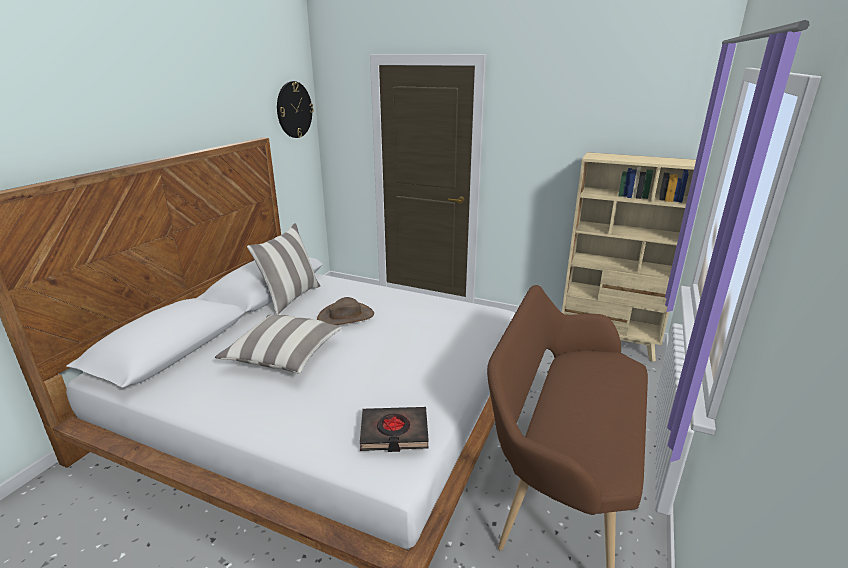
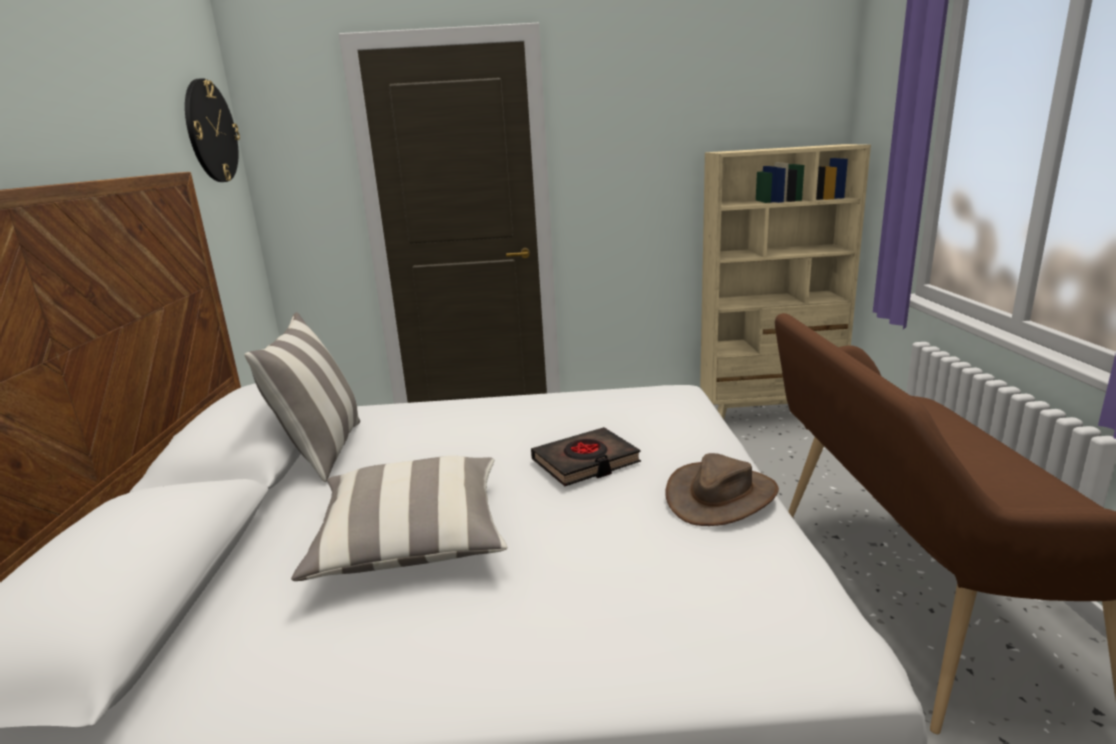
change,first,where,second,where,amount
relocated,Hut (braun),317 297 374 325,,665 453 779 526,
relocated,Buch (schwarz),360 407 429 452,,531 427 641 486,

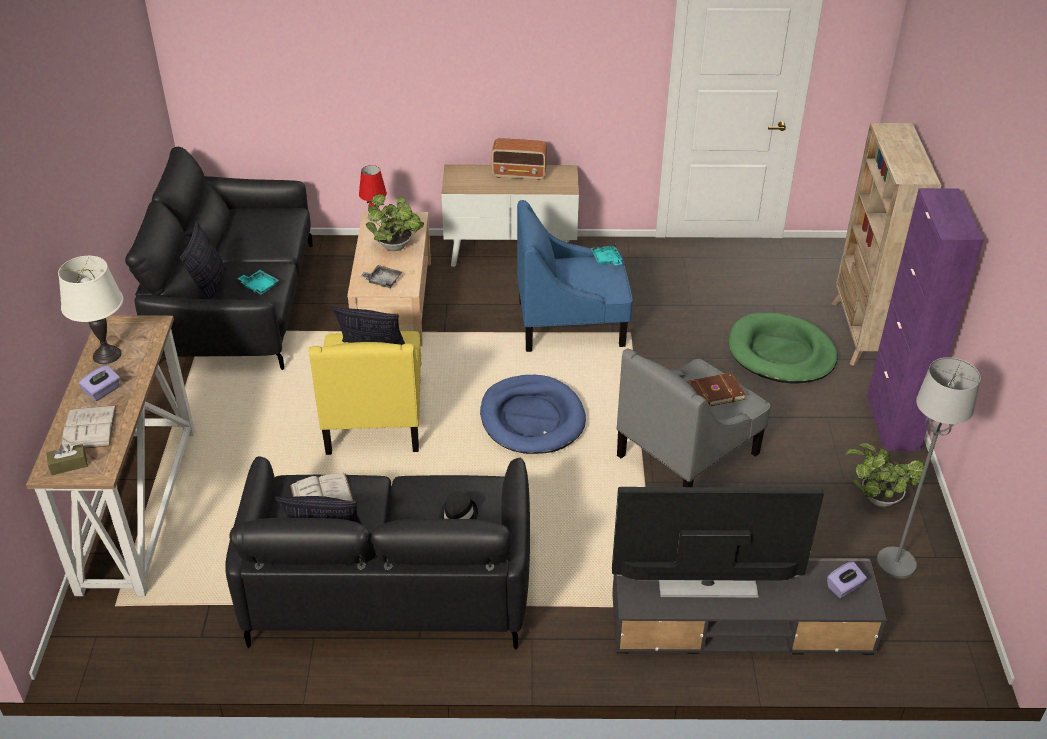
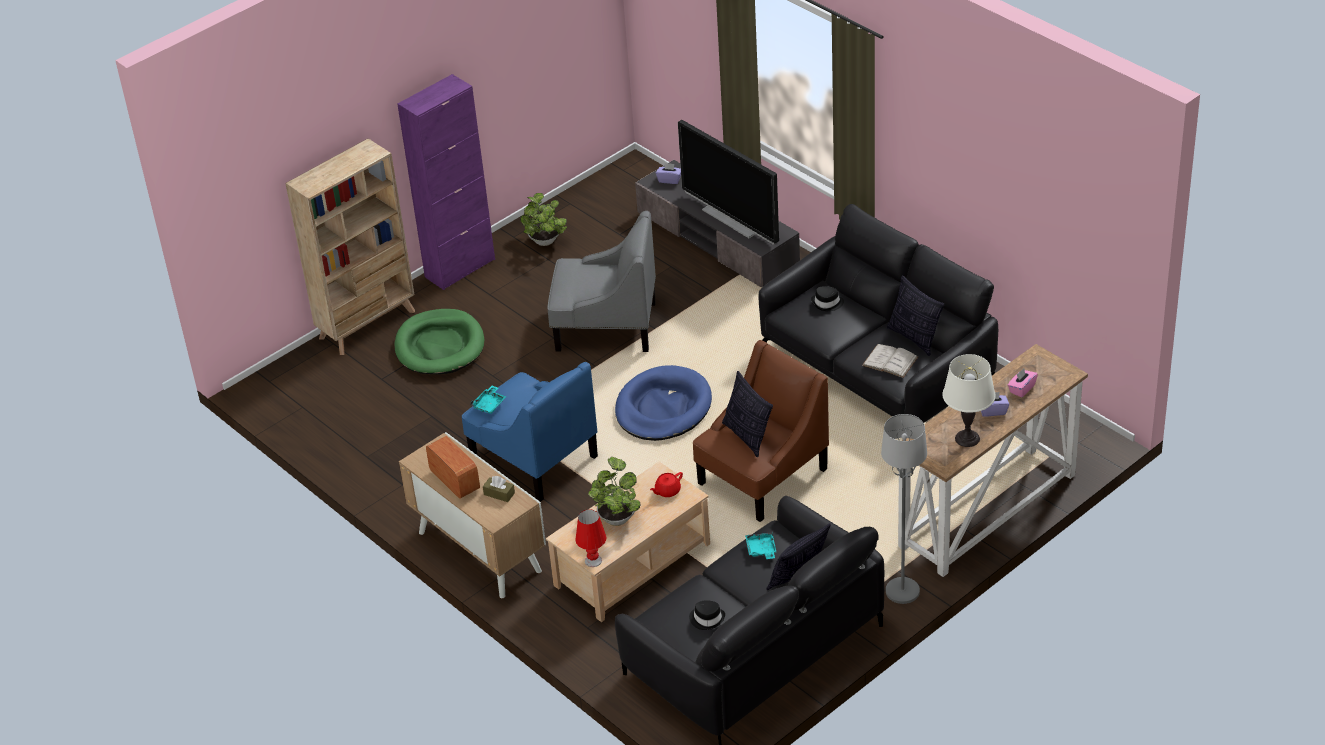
change,first,where,second,where,amount
exchanged,Tablett (grau),361 265 402 288,Teekanne (rot),650 472 683 497,
colour,Sessel (gelb),309 331 422 455,Sessel (braun),693 340 829 522,
relocated,Stehlampe (grau),876 357 981 579,,881 414 927 604,
missing,Buch (braun),686 372 746 406,,,
exchanged,Buch (weiß),62 405 117 449,Taschentuchbox (rosa),1008 368 1038 398,
relocated,Taschentuchbox (braun),46 444 88 475,,483 476 515 502,
appeared,,,Hut (schwarz),689 600 725 630,

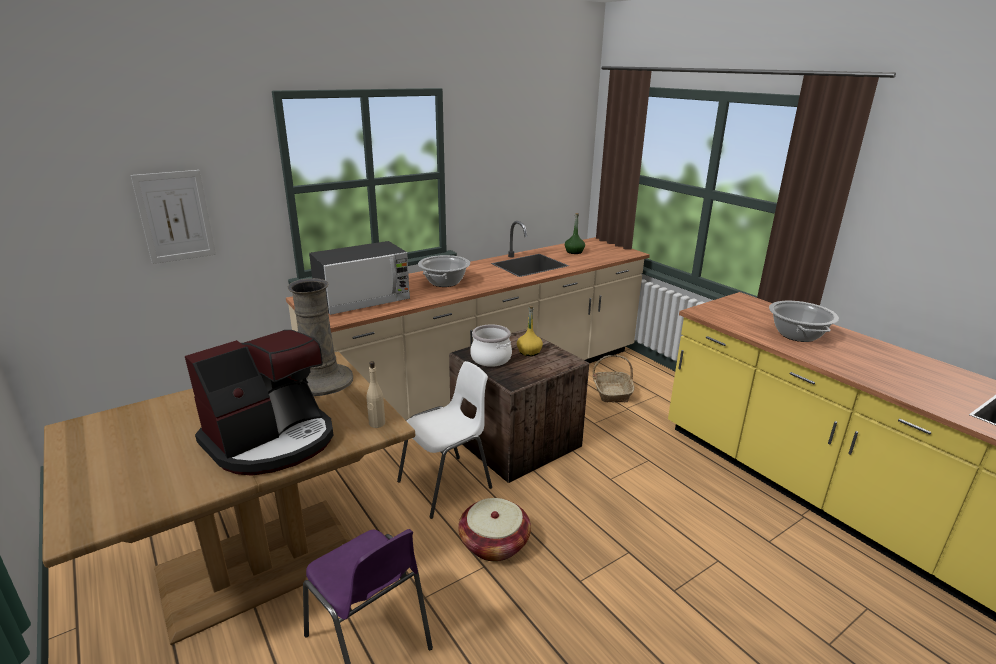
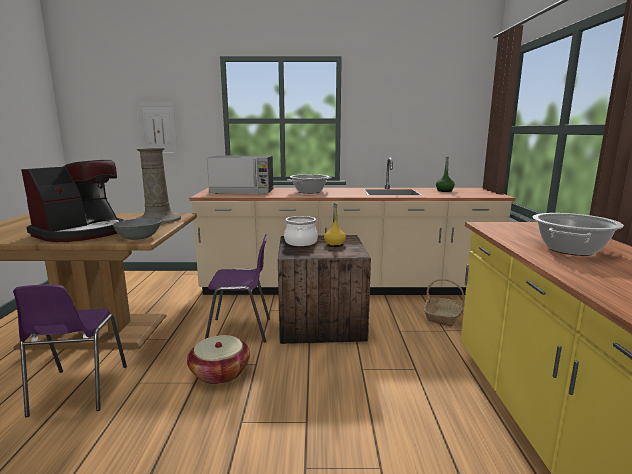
change,first,where,second,where,amount
spun,Kaffeemaschine,185 330 334 476,,21 160 124 242,45 degrees counterclockwise
exchanged,Flasche (beige),367 361 385 428,Schüssel (grau),113 218 161 240,
colour,Stuhl (weiß),397 361 492 519,Stuhl (lila),205 234 270 343,

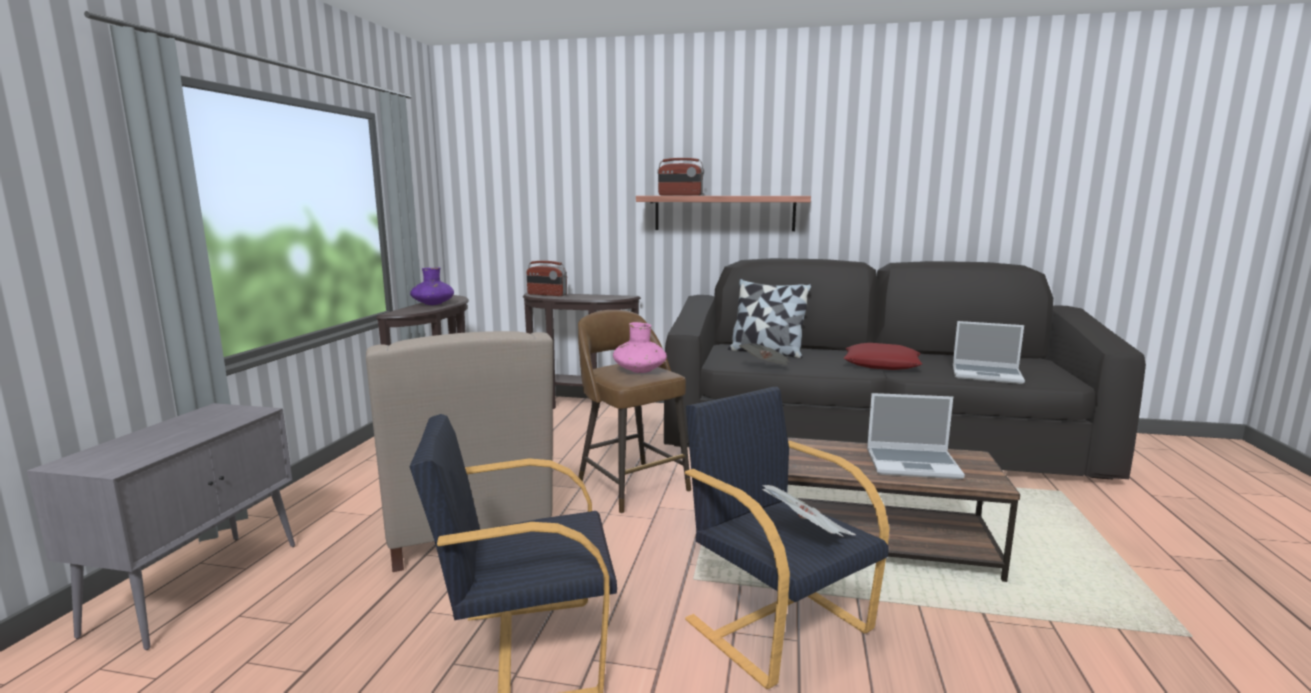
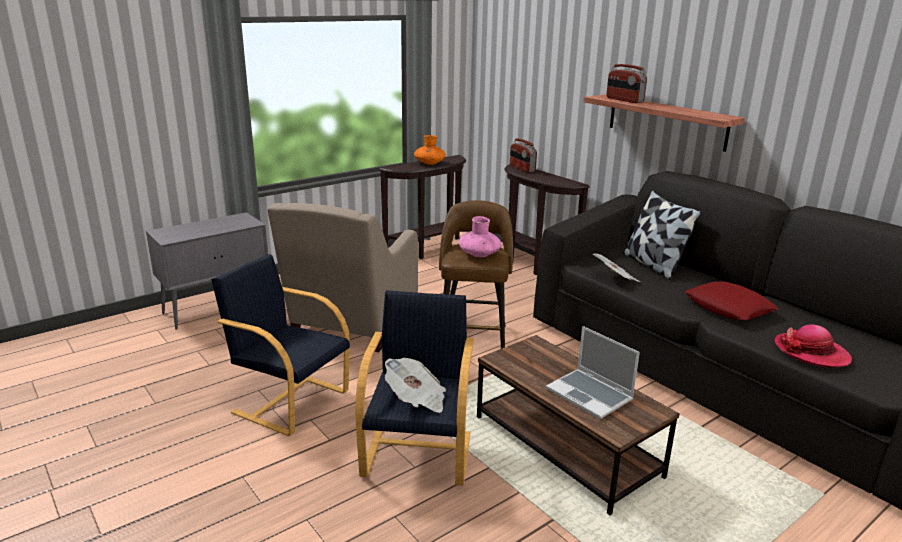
change,first,where,second,where,amount
colour,Vase (lila),410 268 454 305,Vase (orange),414 135 446 165,
exchanged,Laptop,953 321 1025 384,Hut,775 324 852 368,

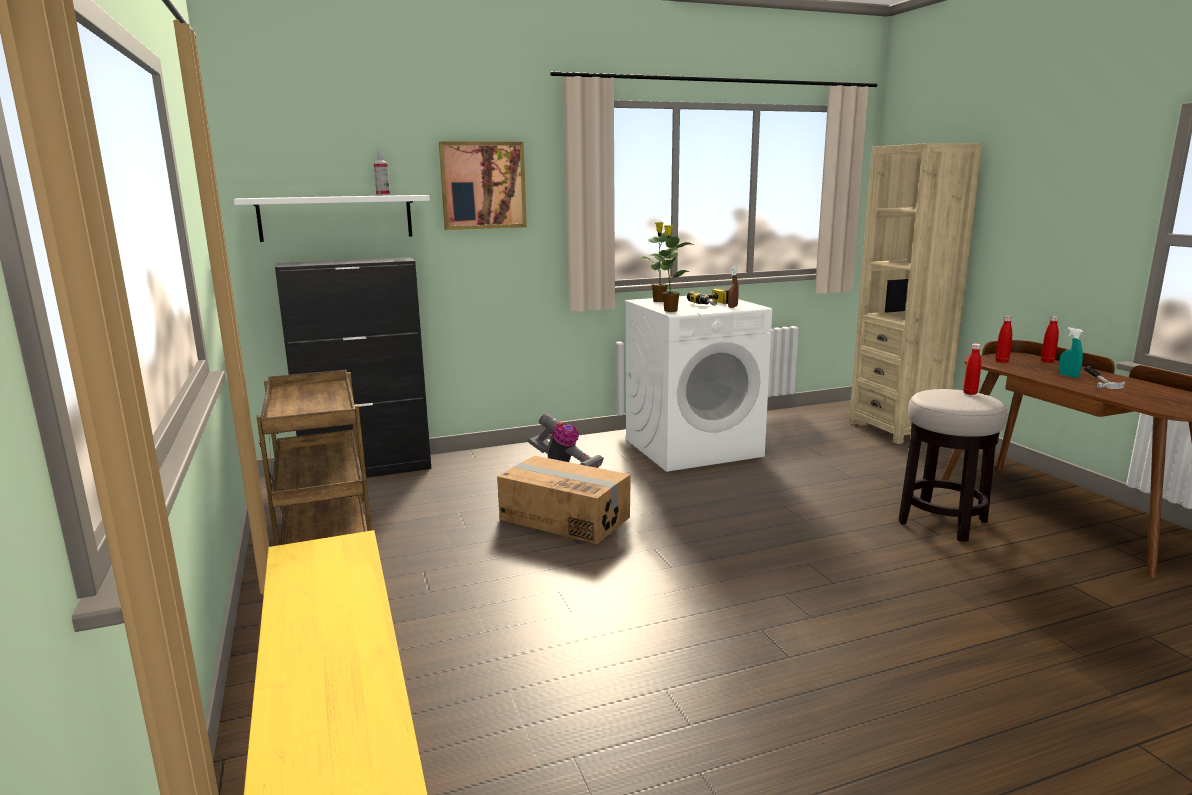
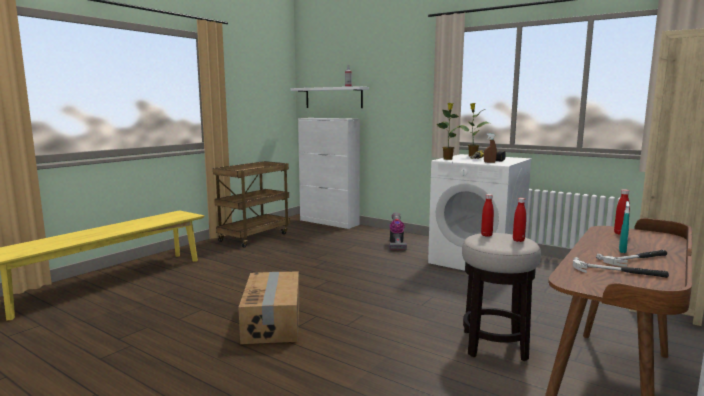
change,first,where,second,where,amount
missing,Bild,439 141 527 230,,,
colour,Schrank (schwarz),275 257 431 478,Schrank (weiß),298 118 360 229,
relocated,Flasche (rot),1041 316 1059 363,,481 194 494 237,
relocated,Karton,497 456 631 544,,238 272 299 344,
appeared,,,Hammer,573 257 669 278,

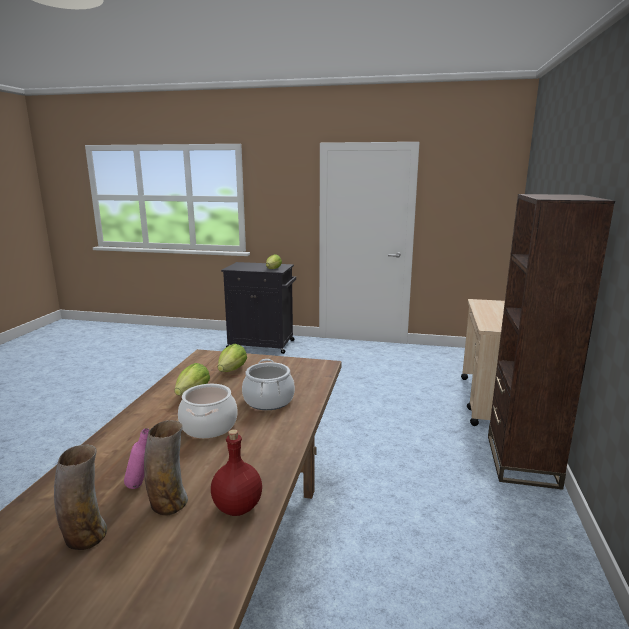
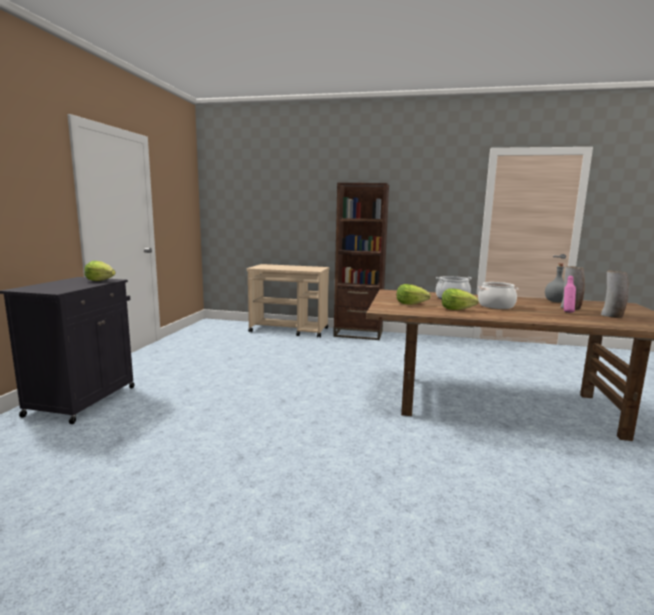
change,first,where,second,where,amount
colour,Flasche (rot),211 429 262 516,Flasche (grau),545 263 565 302,

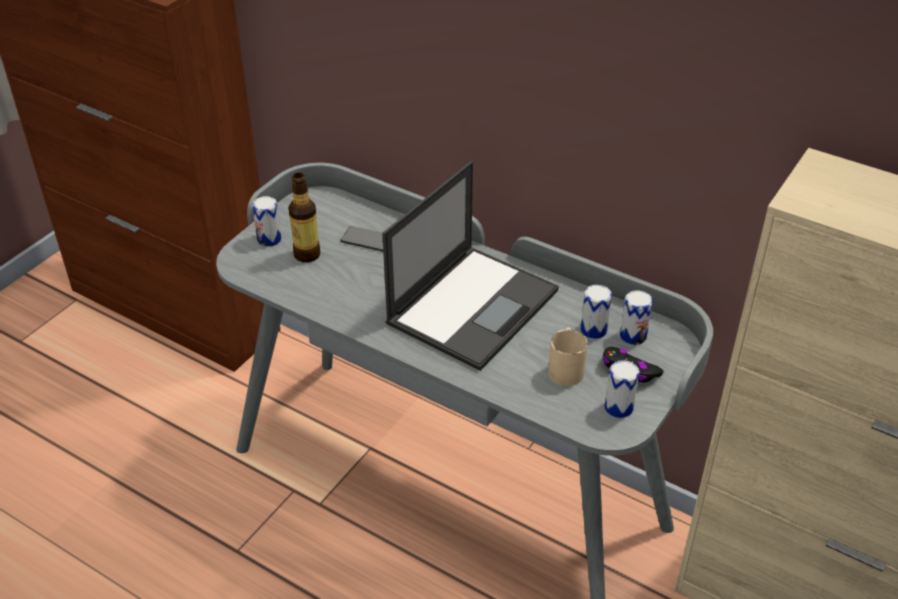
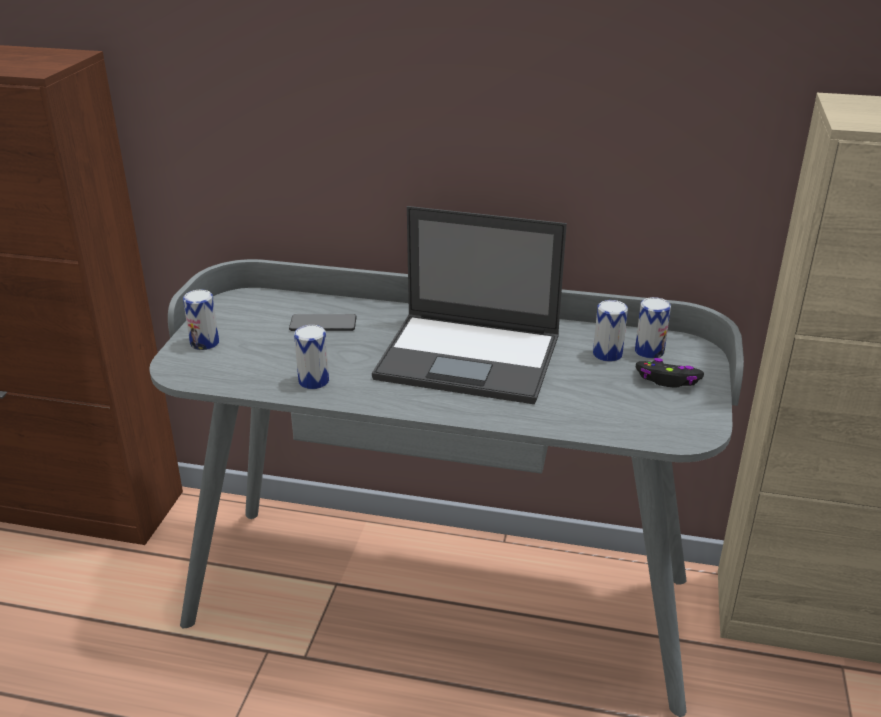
change,first,where,second,where,amount
spun,Laptop,382 161 559 371,,372 206 567 404,90 degrees clockwise
missing,Flasche,288 173 321 262,,,
missing,Henkelbecher (beige),548 327 588 386,,,
relocated,Dose,605 360 639 418,,294 325 329 389,

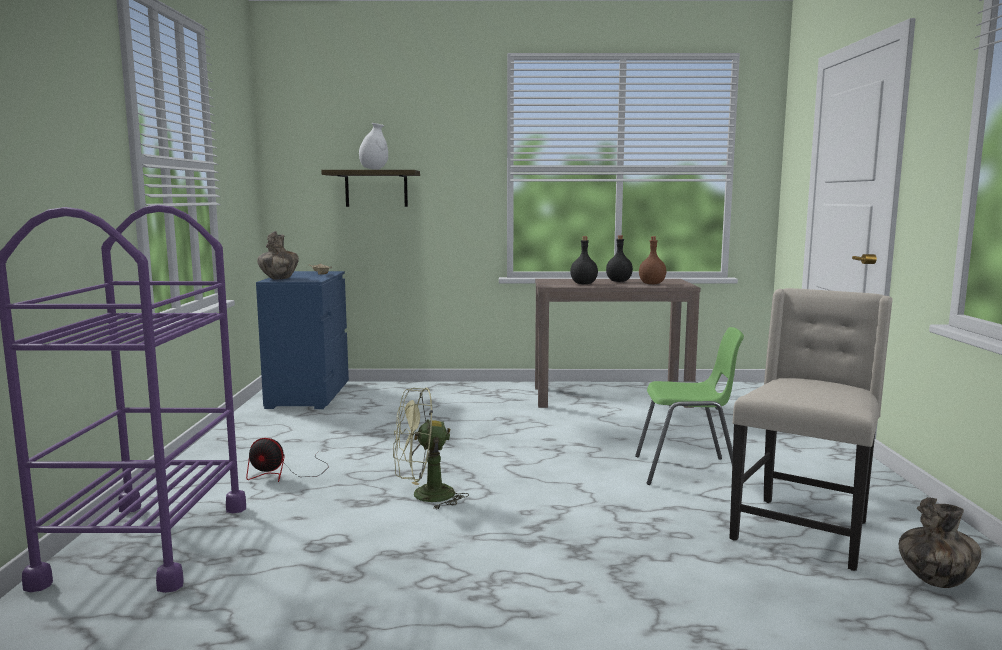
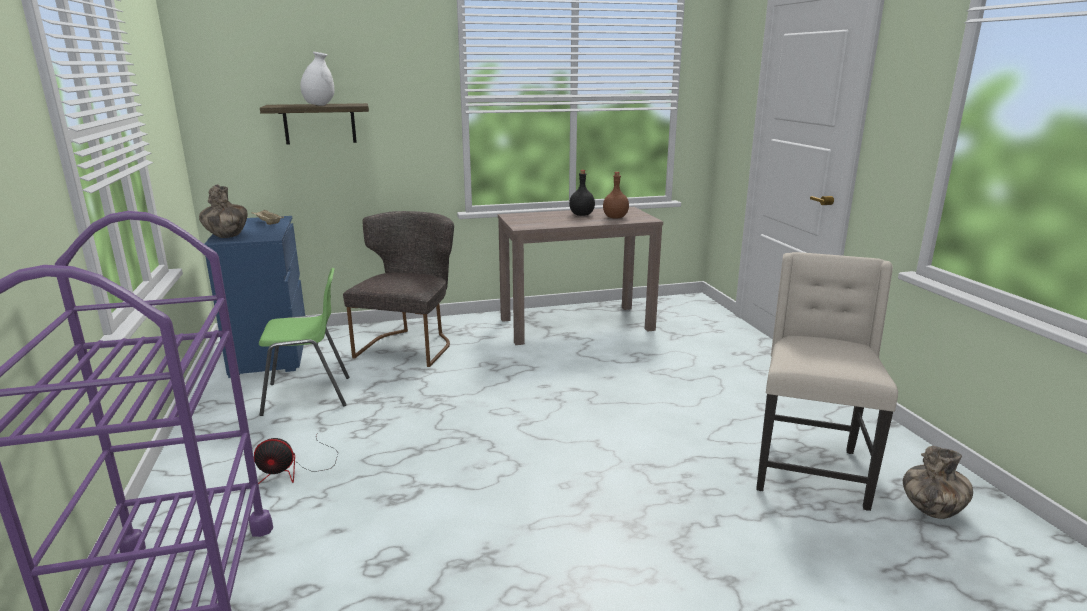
change,first,where,second,where,amount
missing,Flasche (schwarz),570 237 598 284,,,
relocated,Stuhl (grün),635 327 744 485,,259 268 349 416,
missing,Ventilator (grün),393 387 469 510,,,
appeared,,,Stuhl (grau),343 211 454 367,

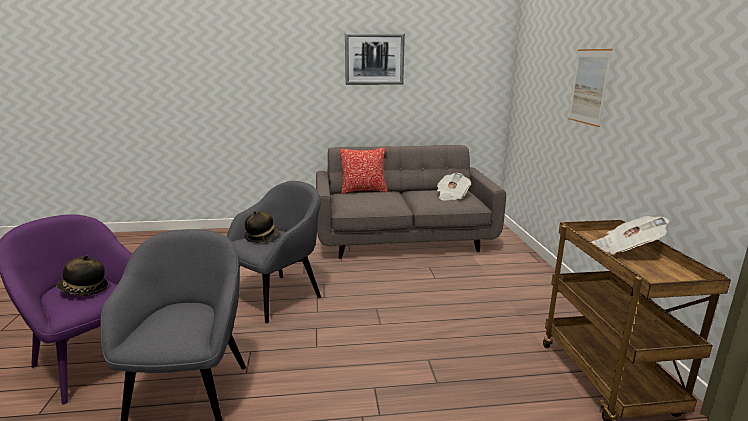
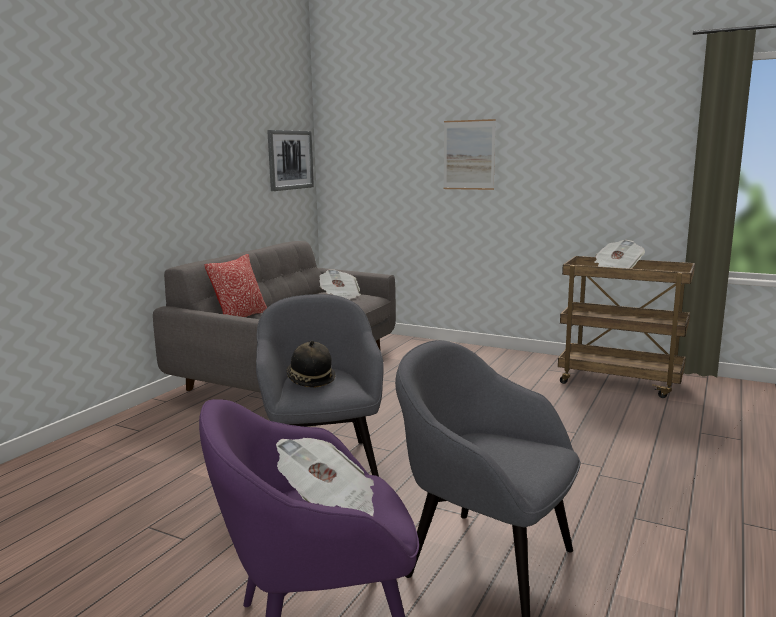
change,first,where,second,where,amount
relocated,Bild,345 33 405 85,,267 130 314 191,
exchanged,Hut,56 255 108 296,Zeitung,276 438 374 516,

